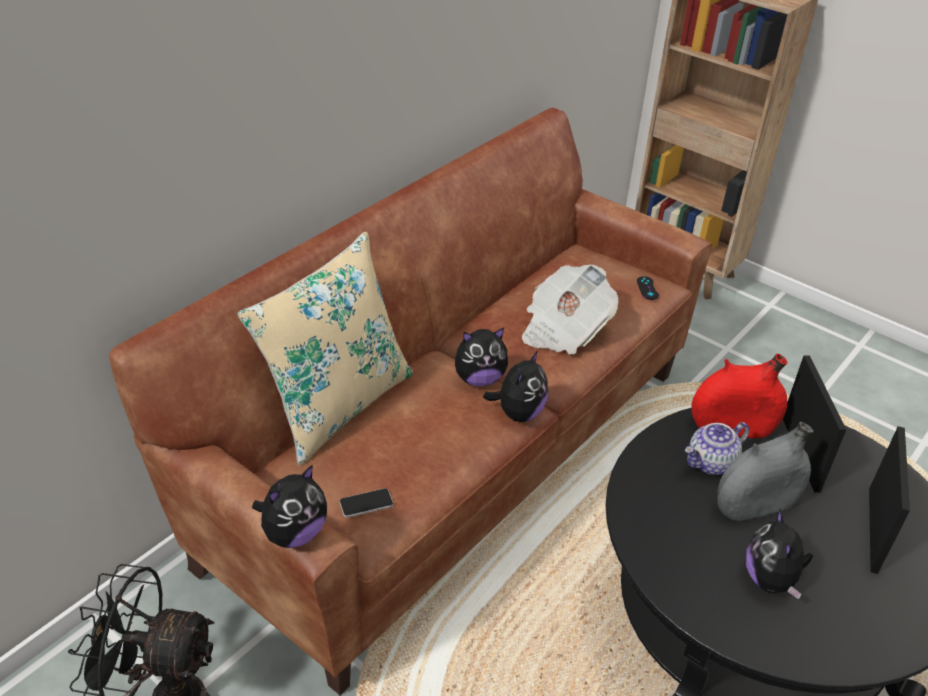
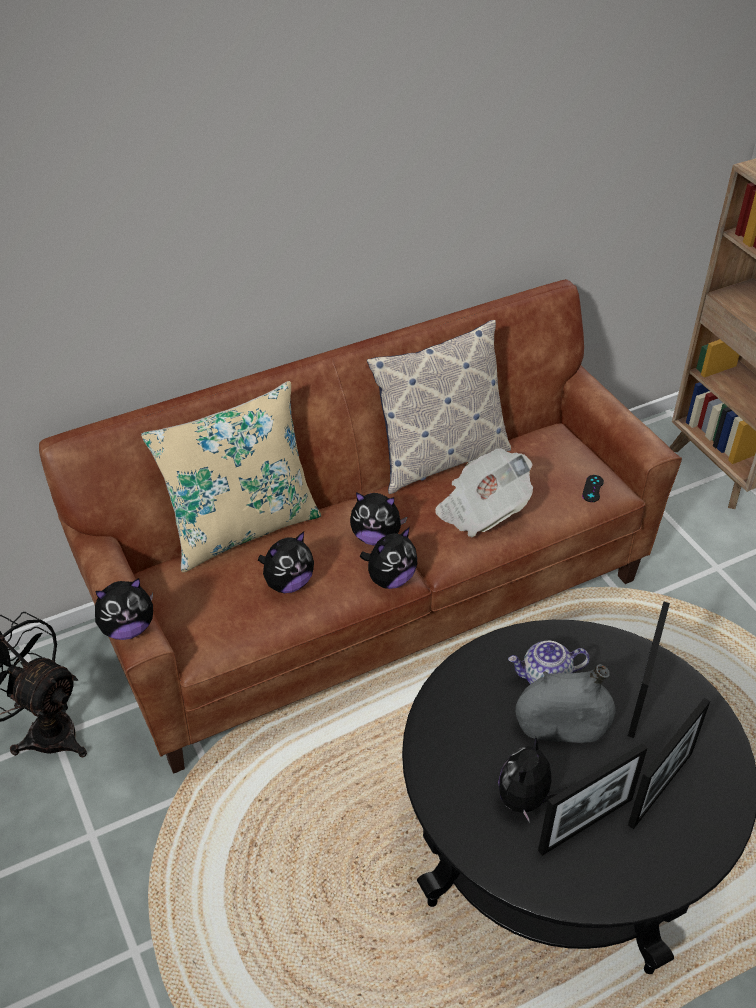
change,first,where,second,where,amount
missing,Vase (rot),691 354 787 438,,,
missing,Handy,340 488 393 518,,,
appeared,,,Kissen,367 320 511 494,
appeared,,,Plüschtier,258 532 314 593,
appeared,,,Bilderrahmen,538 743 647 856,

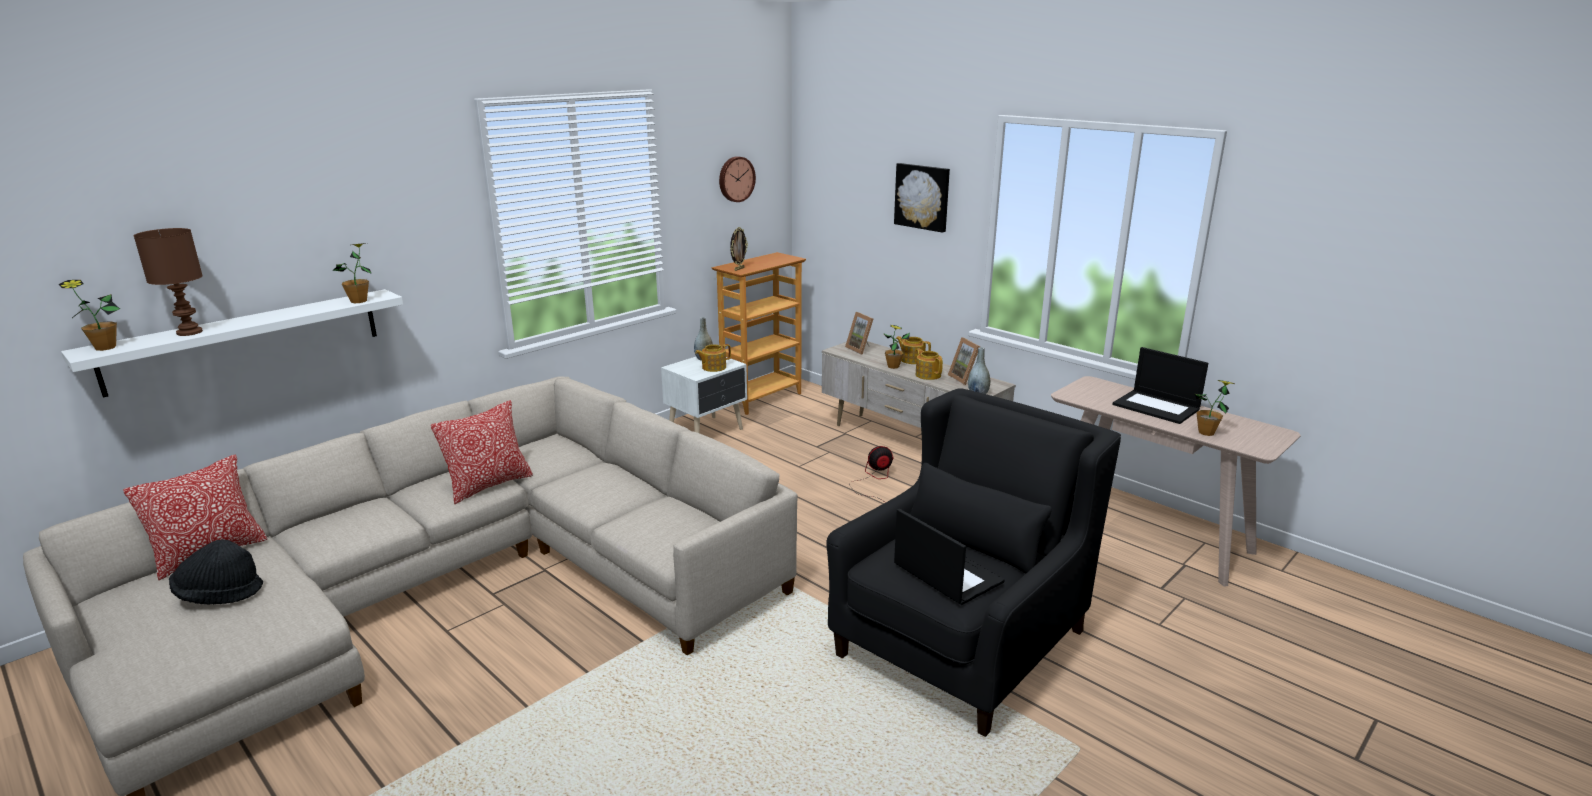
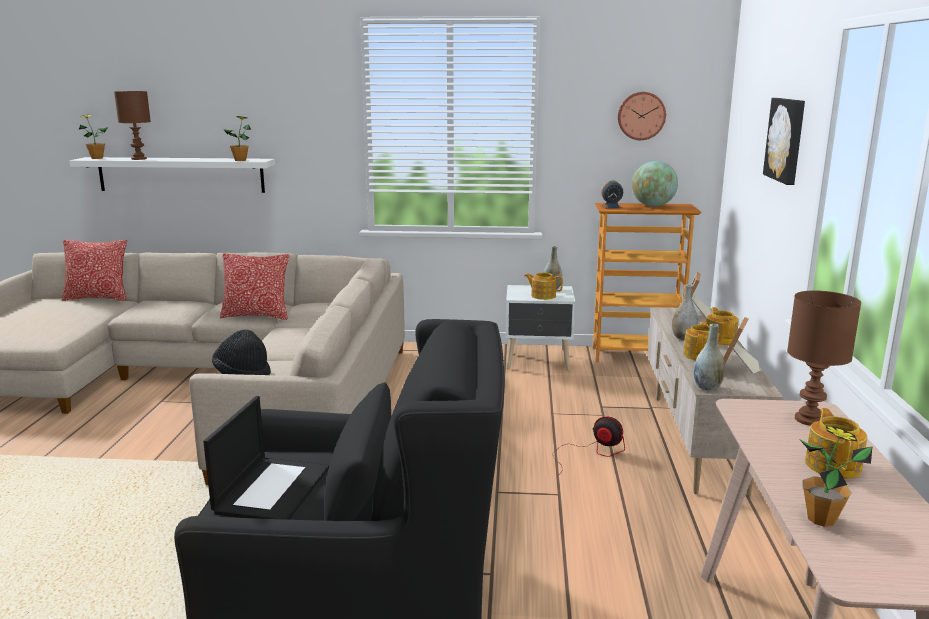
change,first,where,second,where,amount
exchanged,Bilderrahmen,730 227 748 271,Wecker,601 180 623 209,
exchanged,Topfpflanze,883 325 910 369,Vase (grau),672 284 698 340,
exchanged,Laptop,1112 347 1208 424,Teekanne,805 408 867 479,
relocated,Hut (schwarz),169 539 263 605,,212 330 271 375,
appeared,,,Globus,632 161 678 207,
appeared,,,Tischlampe (braun),787 291 861 426,

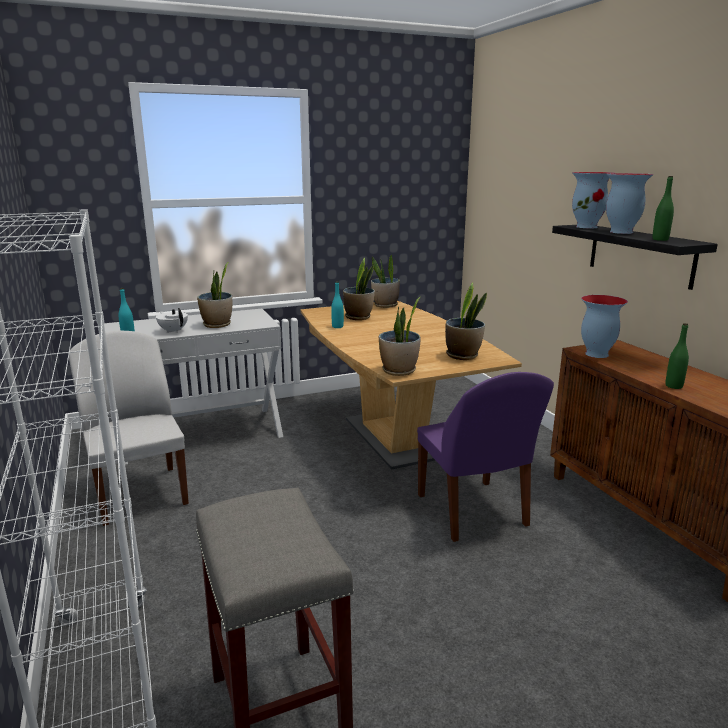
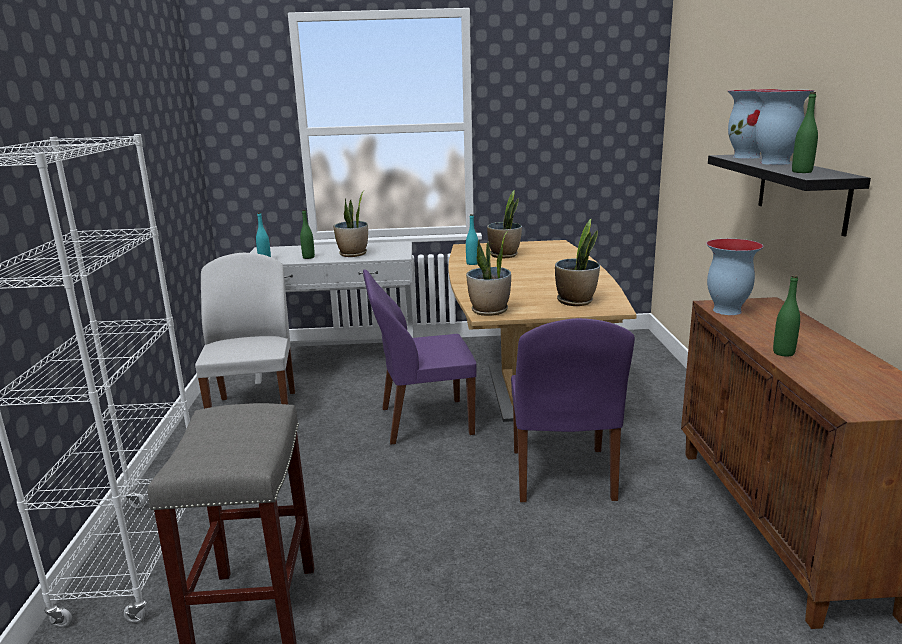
change,first,where,second,where,amount
missing,Topfpflanze,371 254 400 308,,,
exchanged,Teekanne (weiß),156 308 188 333,Flasche (grün),300 210 315 259,
appeared,,,Stuhl (lila),363 269 477 444,

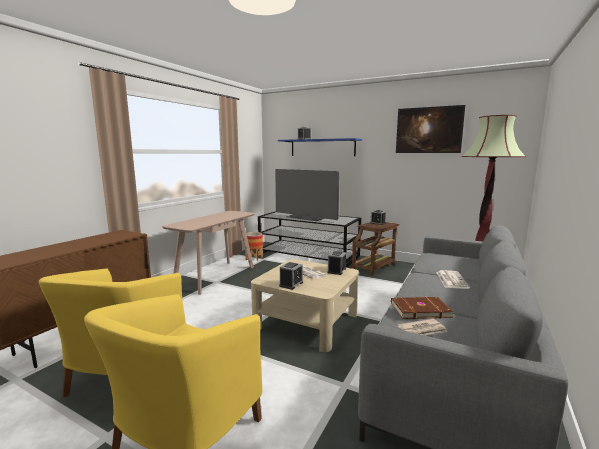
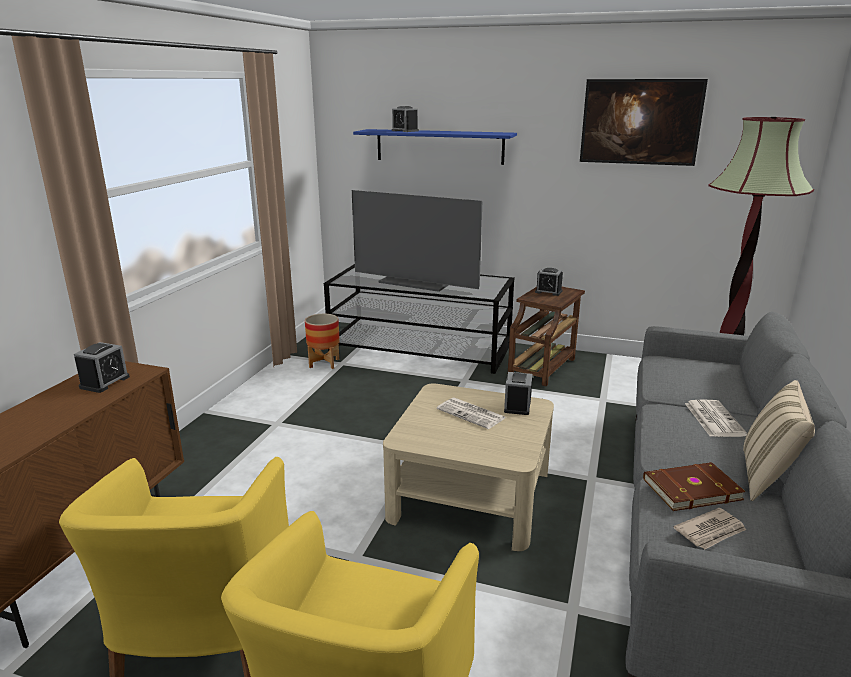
change,first,where,second,where,amount
missing,Konsolentisch (beige),162 211 255 295,,,
relocated,Wecker,279 262 303 290,,74 342 130 393,
appeared,,,Kissen (beige),743 380 815 501,

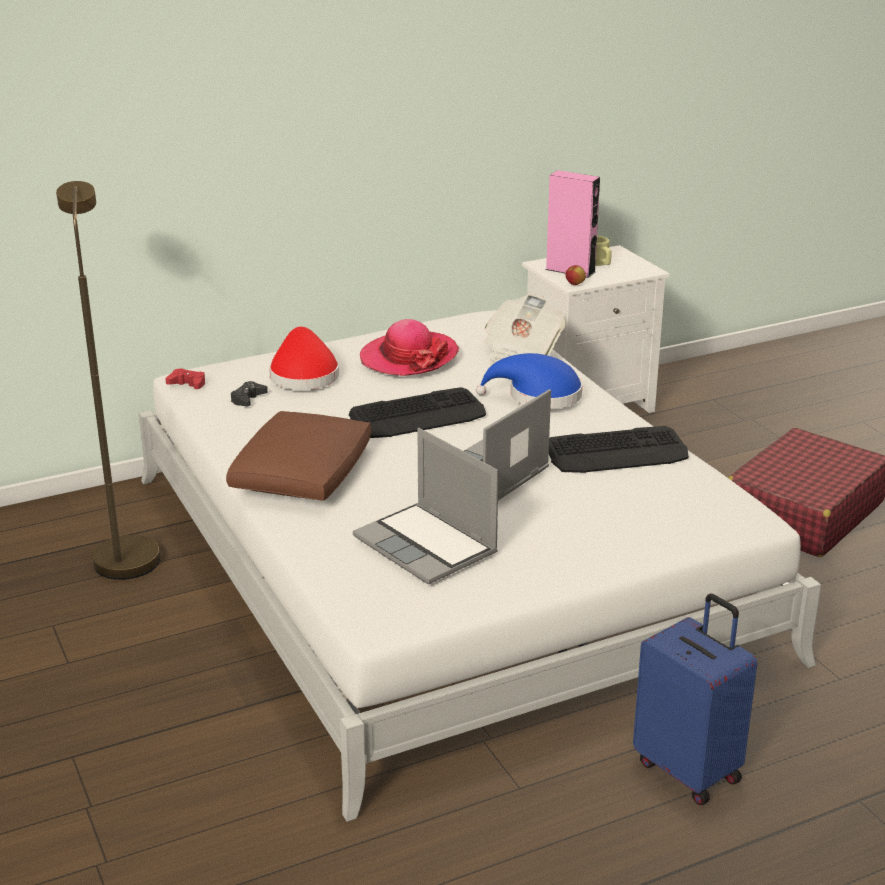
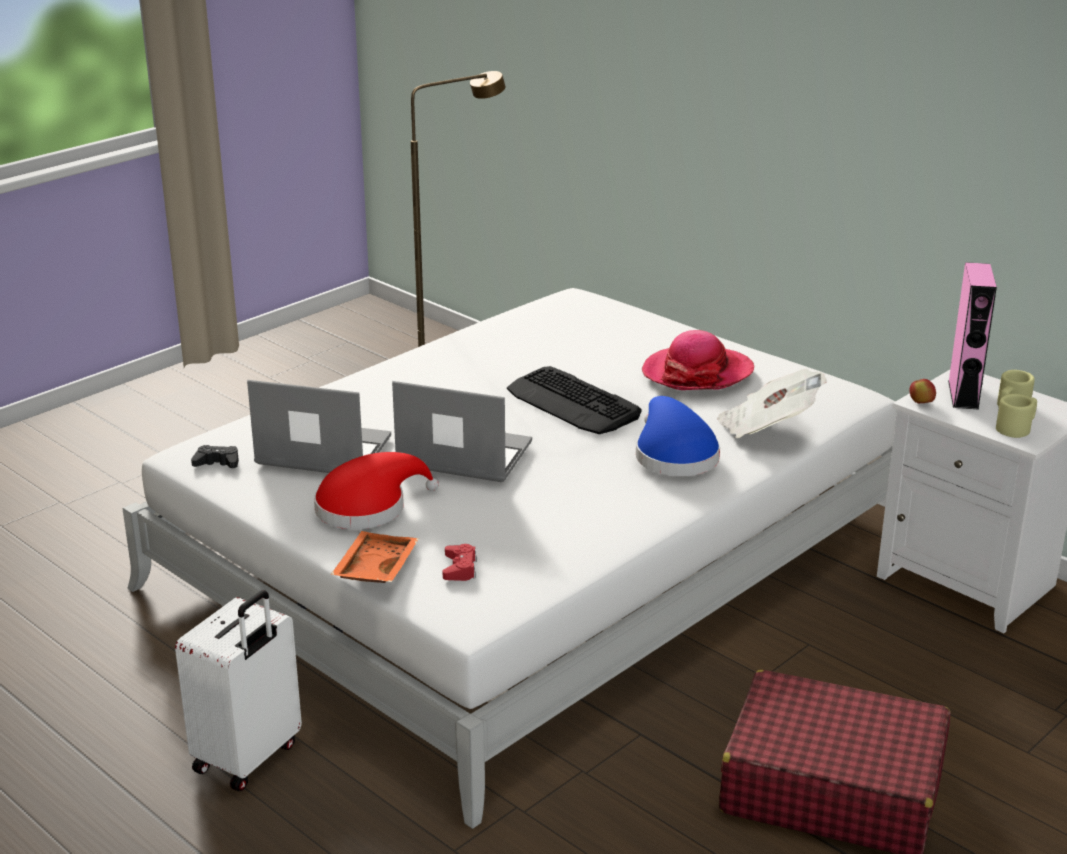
change,first,where,second,where,amount
relocated,Hut (rot),269 327 339 390,,314 452 439 529,
relocated,Gamepad (rot),165 368 205 389,,443 544 477 581,
relocated,Gamepad (schwarz),231 381 268 406,,191 445 239 468,
missing,Kissen (braun),226 411 372 501,,,
missing,Tastatur,549 426 689 473,,,
spun,Laptop,353 428 499 585,,247 380 391 473,75 degrees clockwise
colour,Koffer (blau),633 594 757 805,Koffer (weiß),175 590 302 791,
appeared,,,Henkelbecher (beige),996 394 1037 438,
appeared,,,Tablett (orange),330 531 419 583,

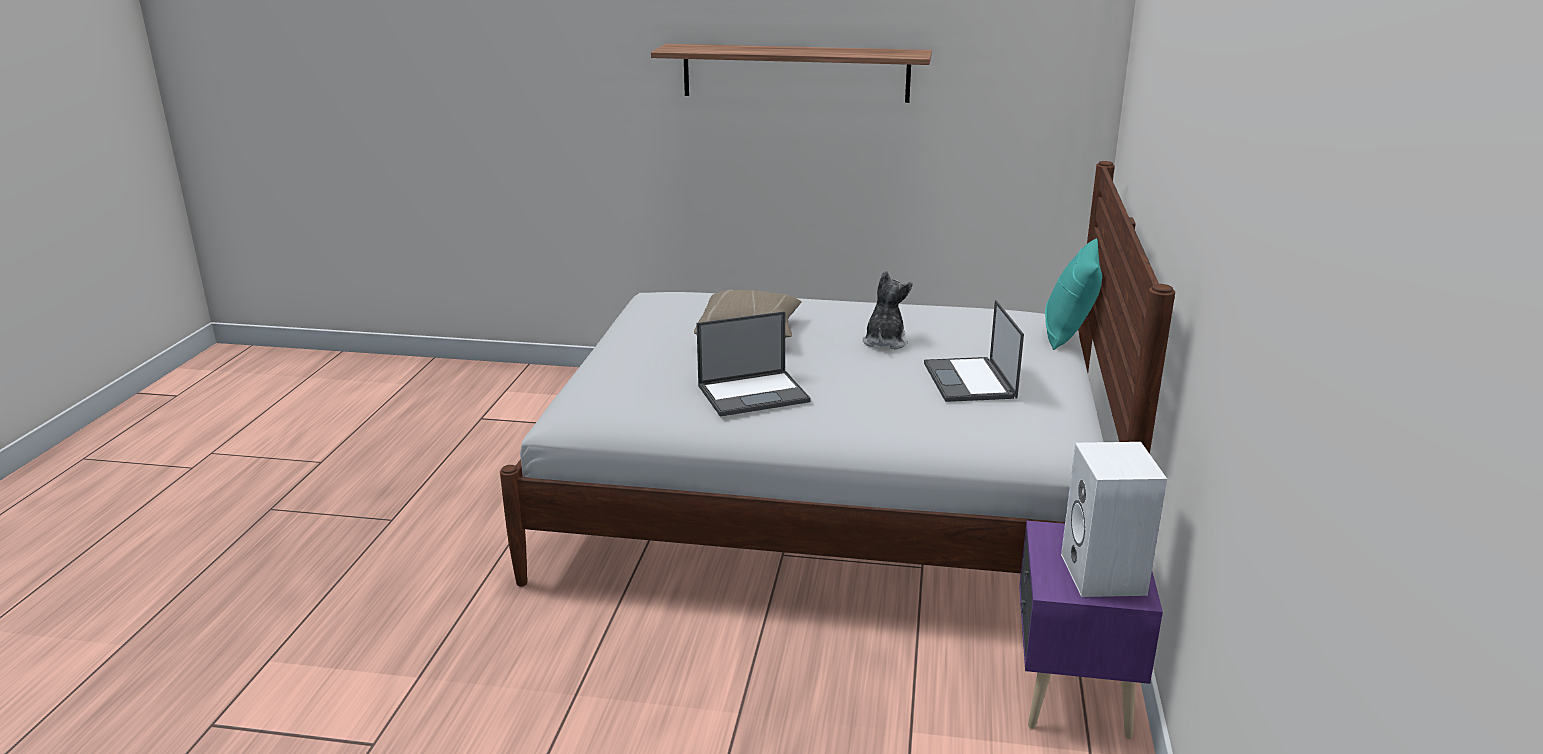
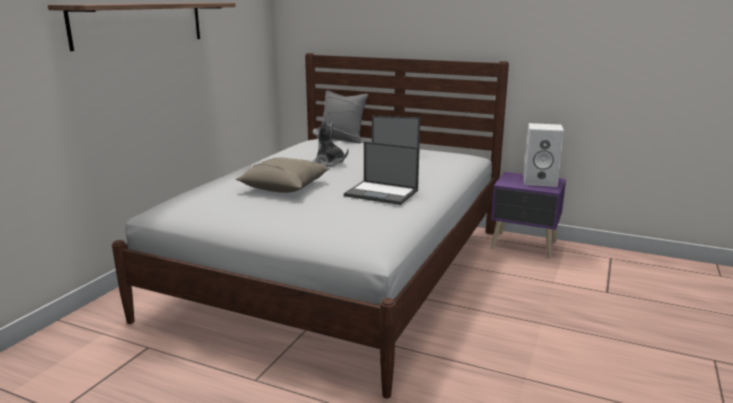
change,first,where,second,where,amount
colour,Kissen (türkis),1045 238 1102 350,Kissen (grau),317 90 368 143,
spun,Laptop,697 311 811 417,,344 141 420 205,120 degrees clockwise

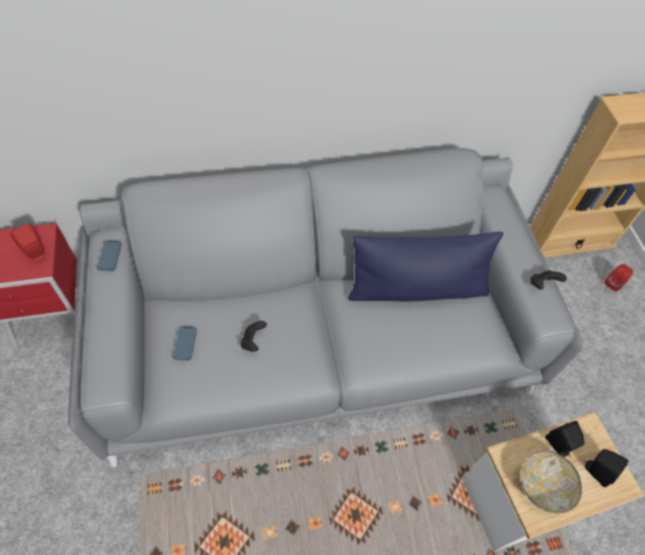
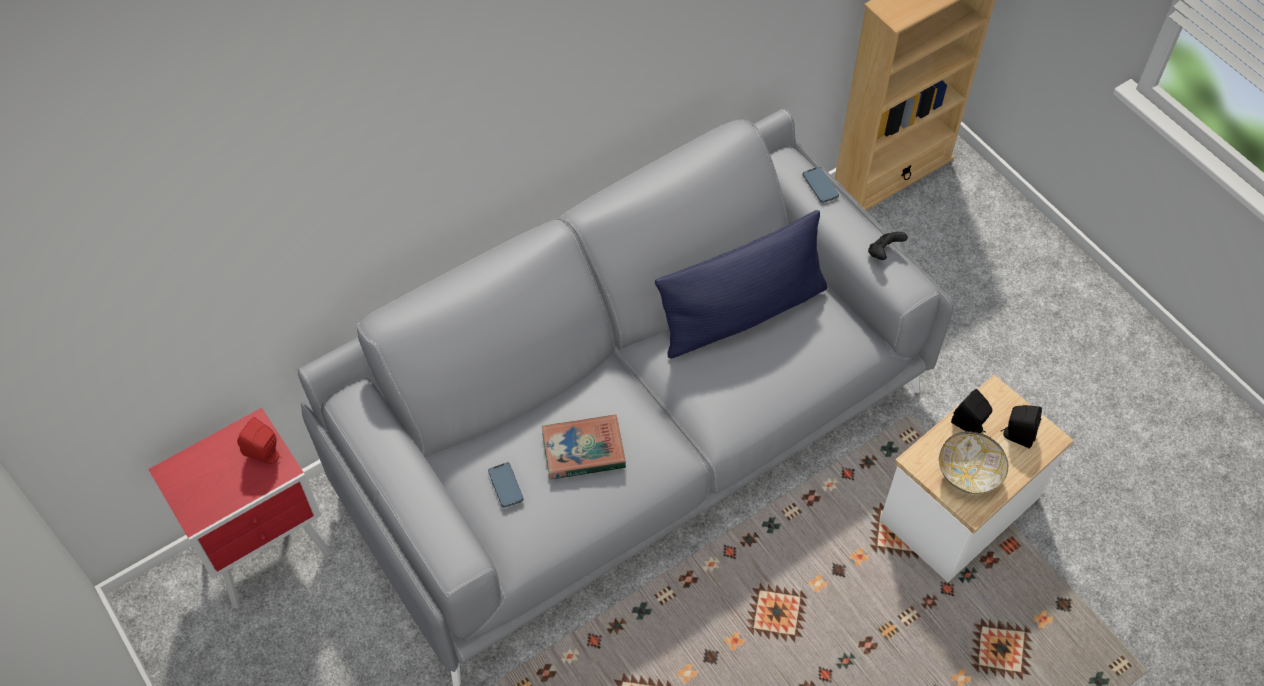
change,first,where,second,where,amount
relocated,Handy,97 241 122 271,,803 167 839 203,
missing,Lautsprecher (rot),605 264 633 291,,,
exchanged,Gamepad (schwarz),241 321 267 352,Buch,542 415 626 480,

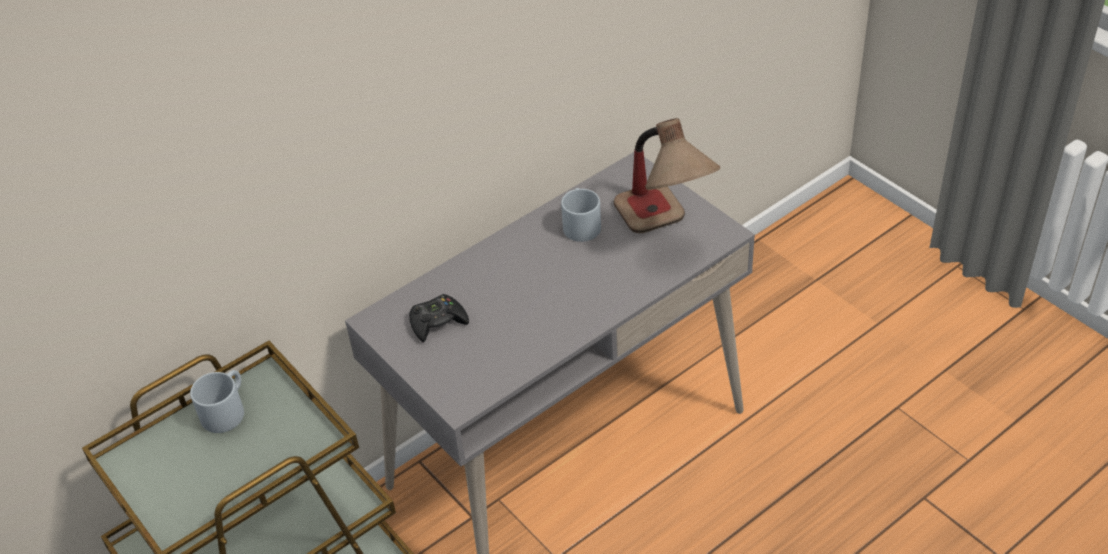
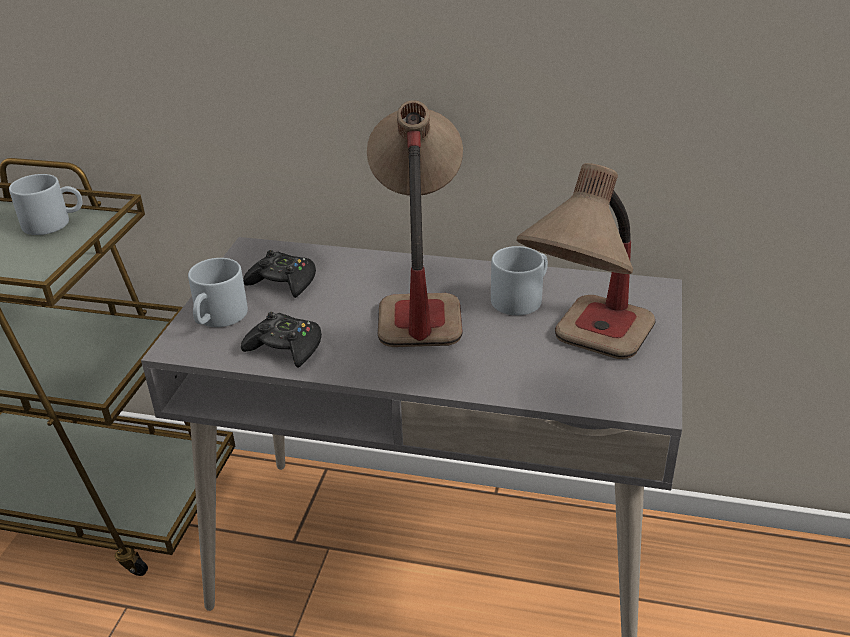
change,first,where,second,where,amount
appeared,,,Tischlampe,367 100 463 347,
appeared,,,Henkelbecher (grau),188 258 248 327,
appeared,,,Gamepad (schwarz),241 312 322 368,

